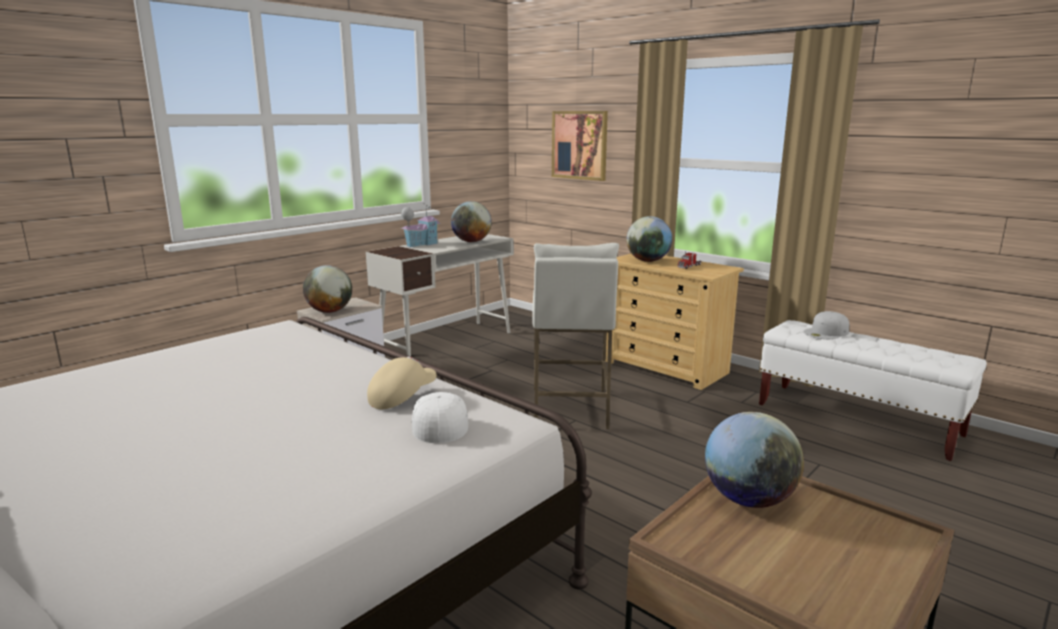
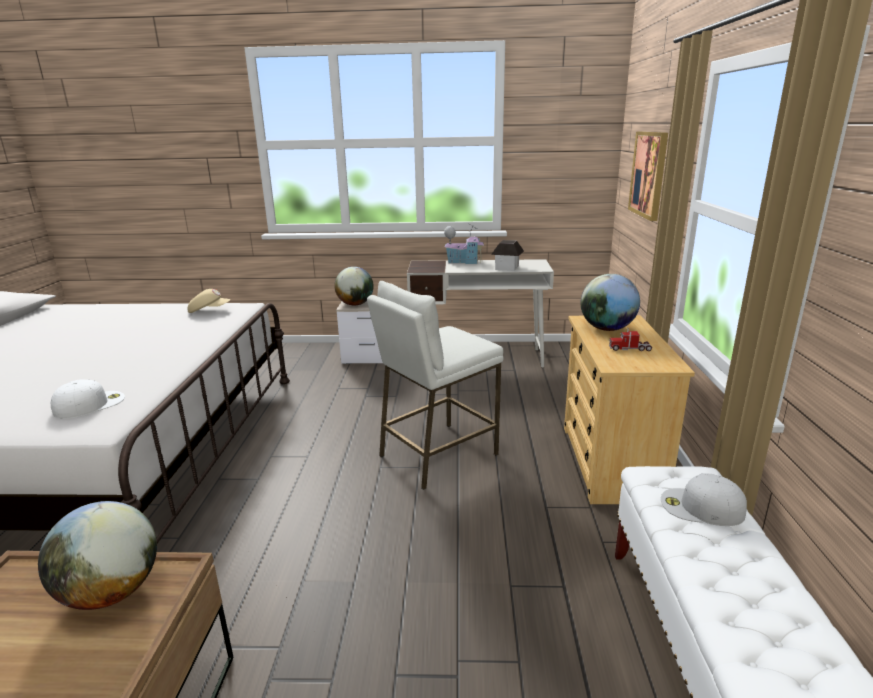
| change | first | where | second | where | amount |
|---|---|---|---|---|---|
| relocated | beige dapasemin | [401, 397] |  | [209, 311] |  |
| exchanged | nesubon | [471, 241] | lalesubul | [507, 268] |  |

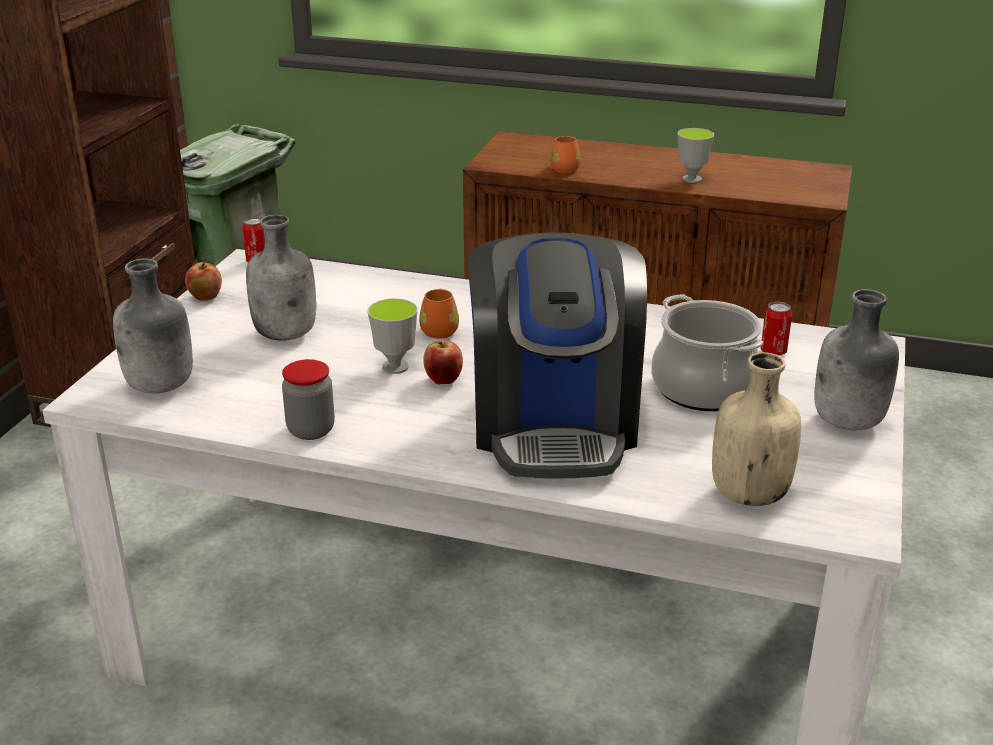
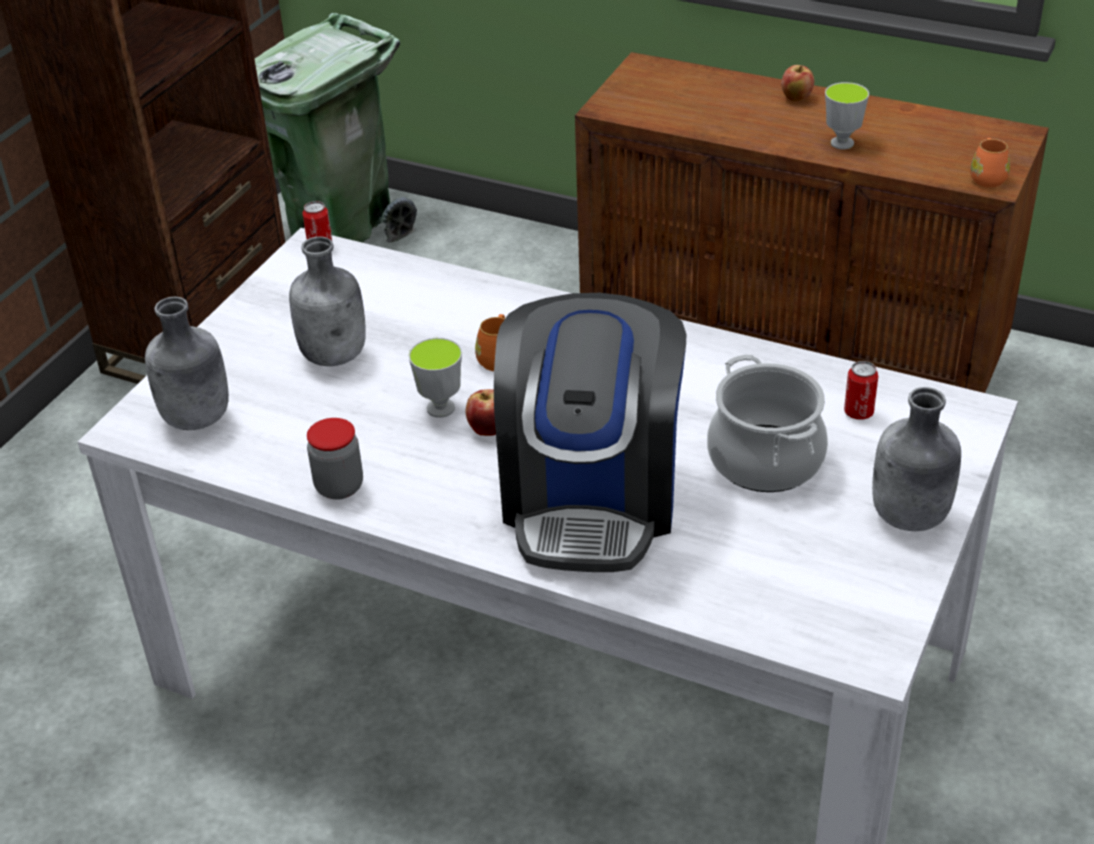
| change | first | where | second | where | amount |
|---|---|---|---|---|---|
| relocated | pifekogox | [205, 298] |  | [796, 98] |  |
| relocated | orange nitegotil | [564, 167] |  | [987, 177] |  |
| missing | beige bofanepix | [748, 493] |  |  |  |

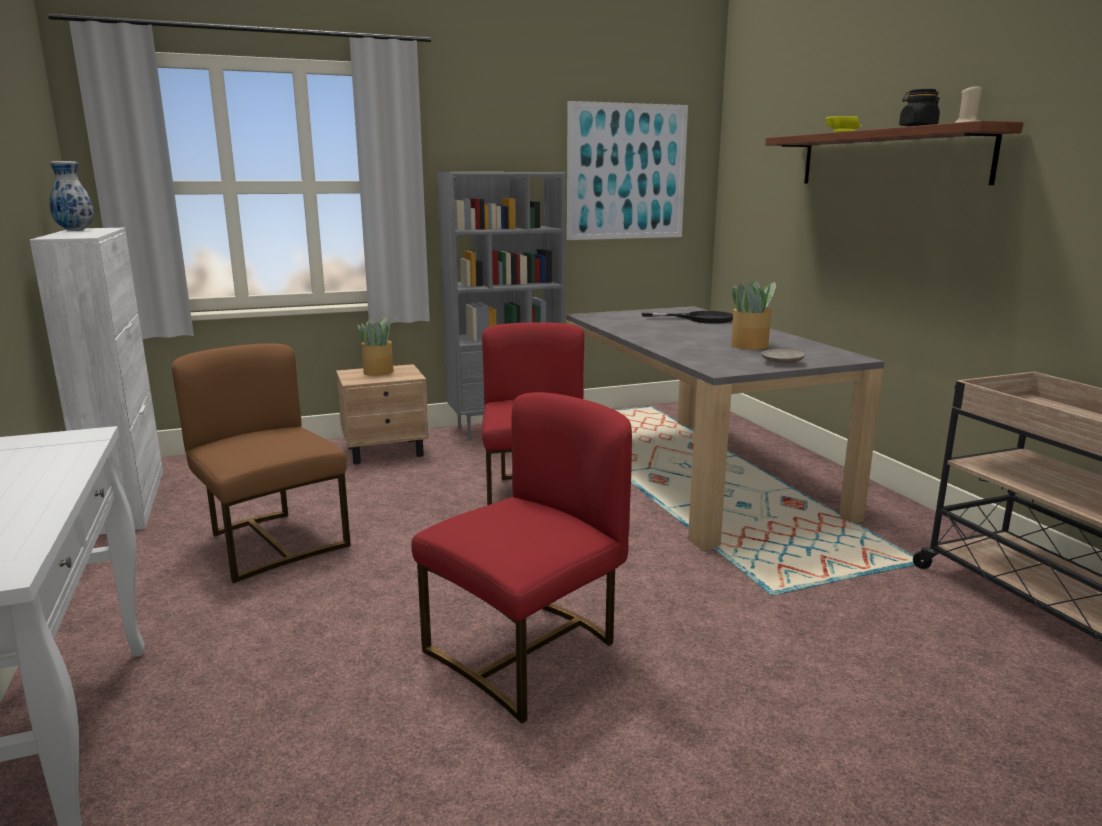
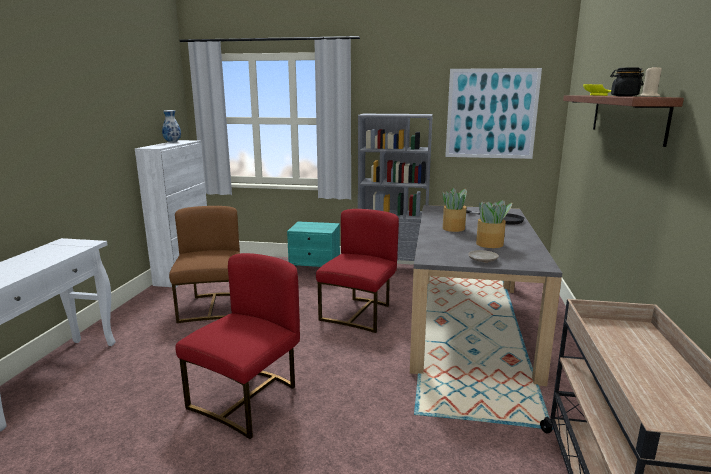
| change | first | where | second | where | amount |
|---|---|---|---|---|---|
| spun | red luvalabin | [528, 652] |  | [248, 399] | 45 degrees counterclockwise |
| colour | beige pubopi | [386, 451] | turquoise pubopi | [315, 270] |  |
| relocated | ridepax | [379, 371] |  | [454, 228] |  |

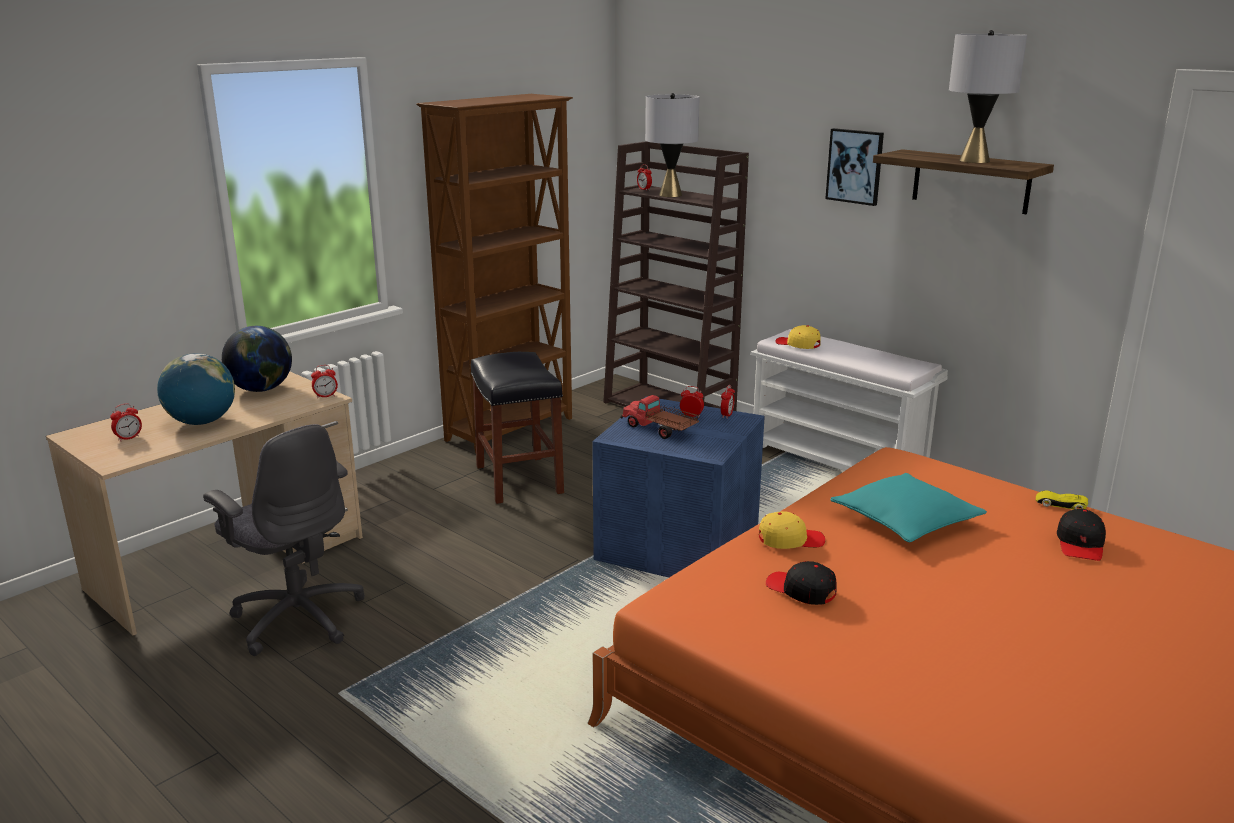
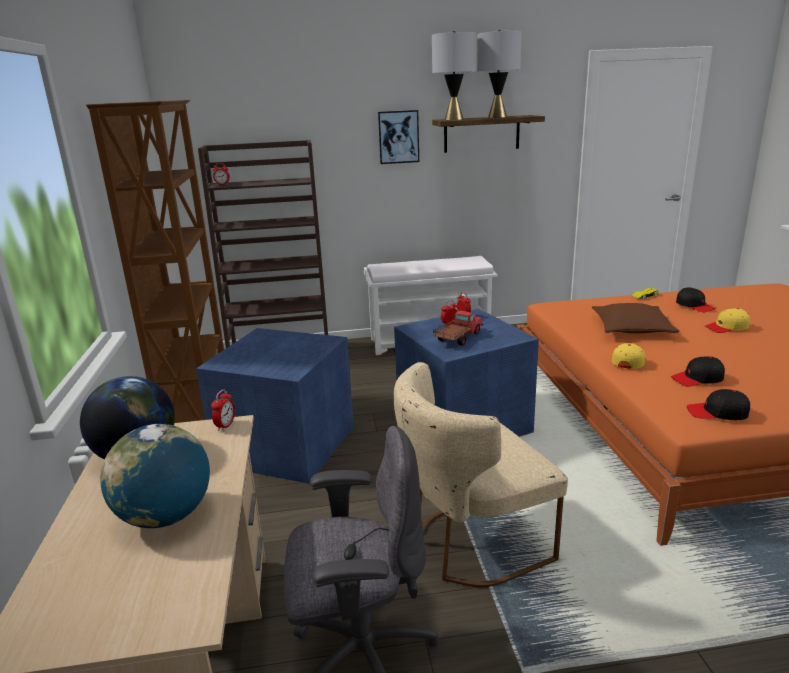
| change | first | where | second | where | amount |
|---|---|---|---|---|---|
| exchanged | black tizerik | [518, 479] | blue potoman | [284, 446] |  |
| appeared |  |  | beige luvalabin | [471, 544] |  |
| relocated | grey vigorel | [670, 195] |  | [453, 119] |  |
| spun | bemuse | [659, 429] |  | [458, 338] | 135 degrees clockwise |
| colour | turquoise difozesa | [905, 521] | brown difozesa | [631, 329] |  |
| appeared |  |  | black dapasemin | [717, 413] |  |
| relocated | yellow dapasemin | [798, 344] |  | [727, 327] |  |
| missing | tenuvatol | [129, 438] |  |  |  |

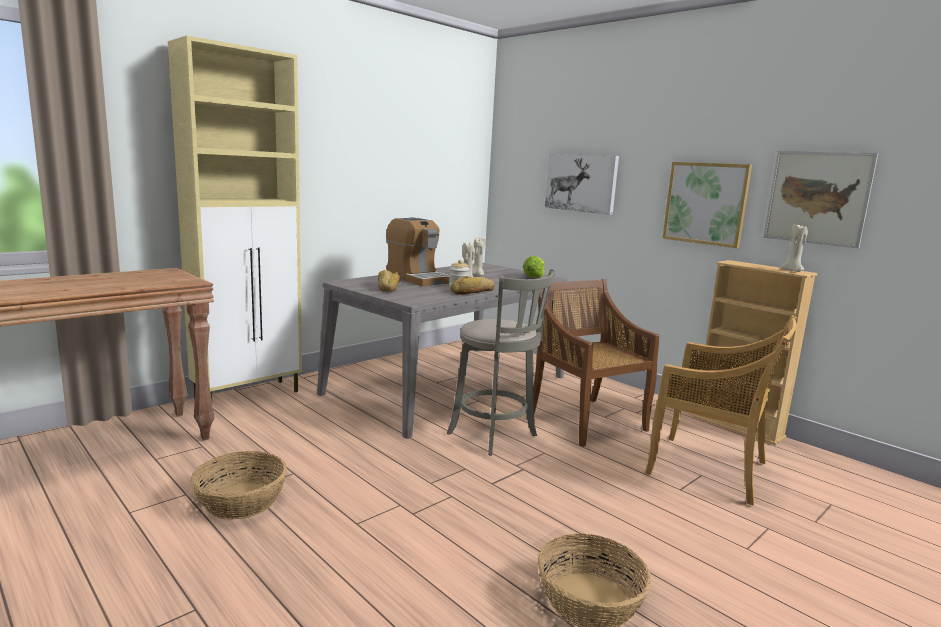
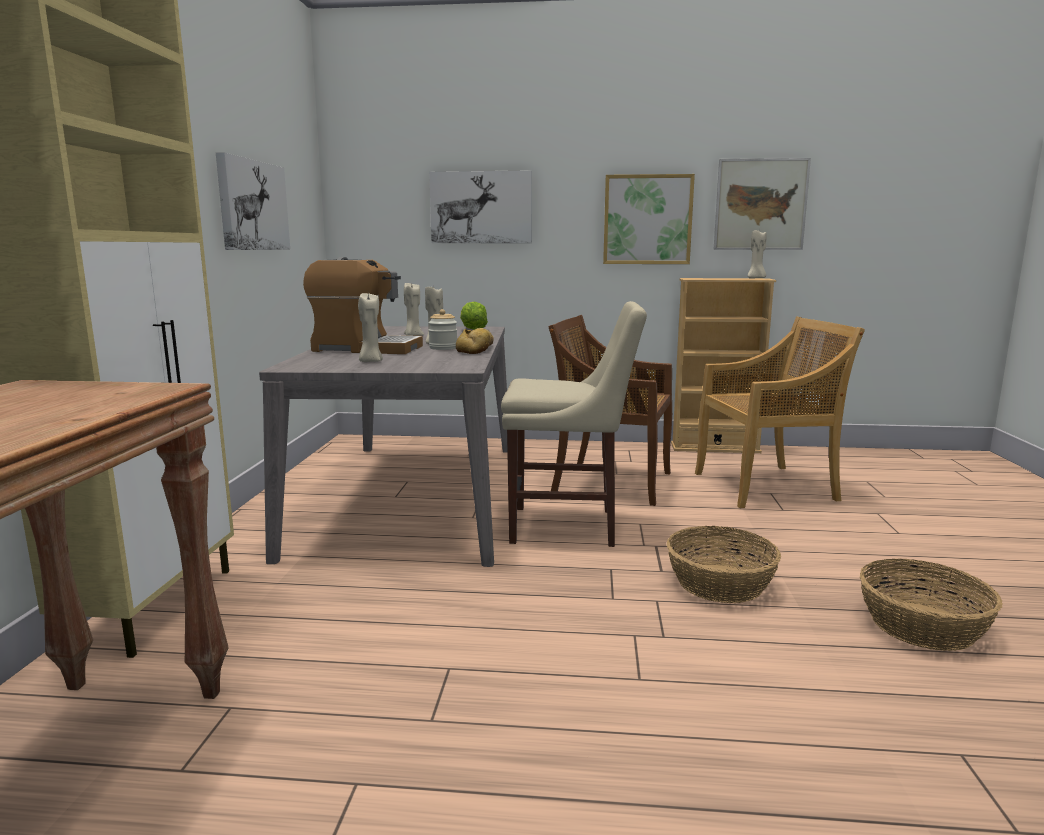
| change | first | where | second | where | amount |
|---|---|---|---|---|---|
| appeared |  |  | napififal | [252, 205] |  |
| exchanged | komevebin | [387, 287] | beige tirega | [370, 361] |  |
| exchanged | grey tizerik | [495, 436] | beige luvalabin | [570, 526] |  |
| relocated | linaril | [242, 500] |  | [720, 583] |  |

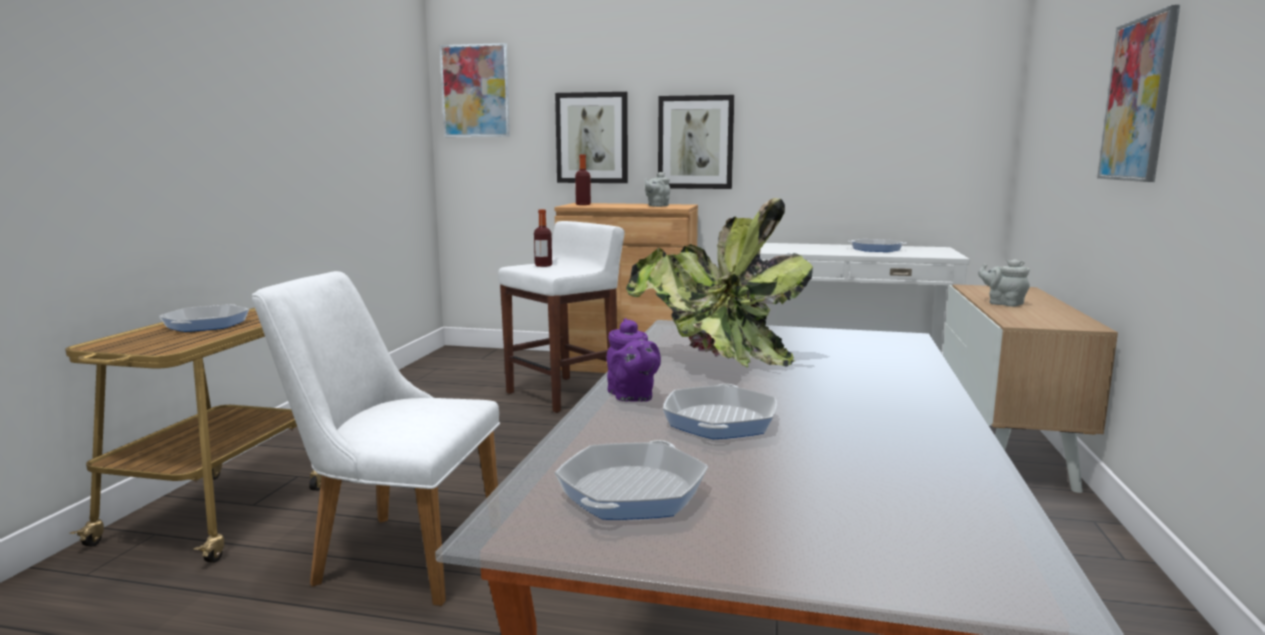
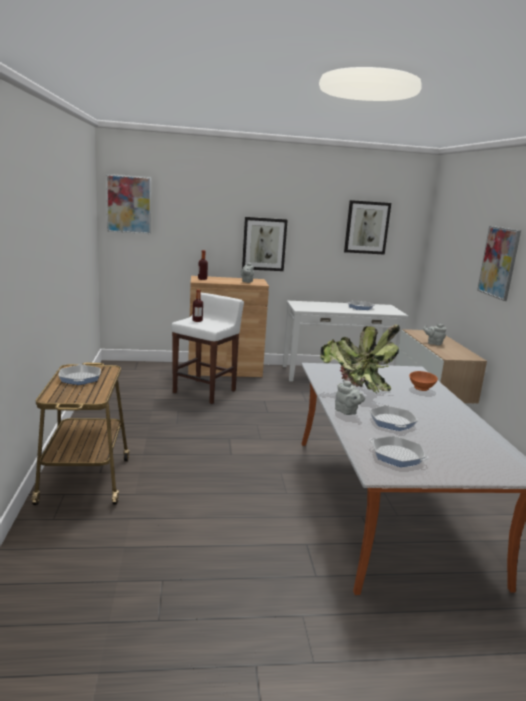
| change | first | where | second | where | amount |
|---|---|---|---|---|---|
| colour | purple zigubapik | [631, 397] | grey zigubapik | [347, 412] |  |
| relocated | napififal | [592, 138] |  | [367, 227] |  |
| spun | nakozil | [632, 491] |  | [397, 455] | 60 degrees counterclockwise |
| appeared |  |  | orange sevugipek | [421, 388] |  |
| missing | white luvalabin | [393, 552] |  |  |  |

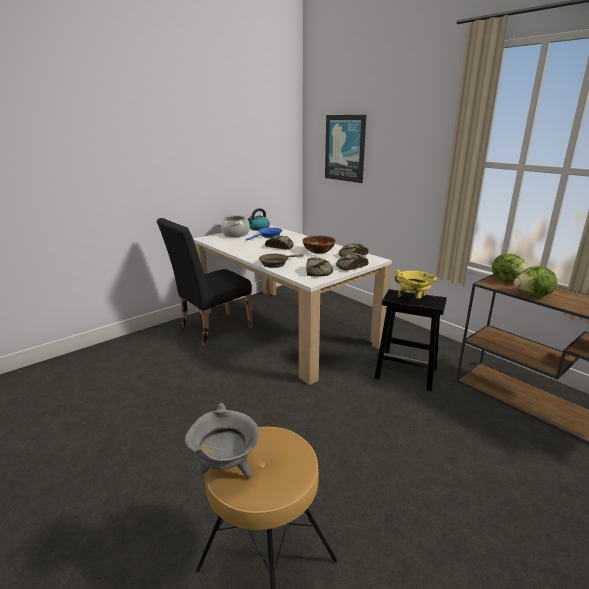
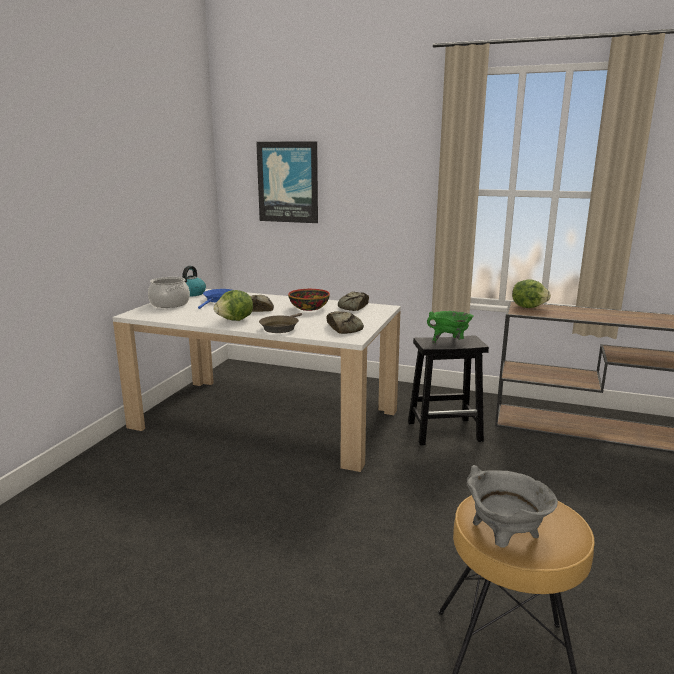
| change | first | where | second | where | amount |
|---|---|---|---|---|---|
| relocated | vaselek | [533, 295] |  | [235, 320] |  |
| colour | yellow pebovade | [413, 299] | green pebovade | [449, 342] |  |
| missing | black luvalabin | [212, 330] |  |  |  |
| missing | komevebin | [350, 266] |  |  |  |

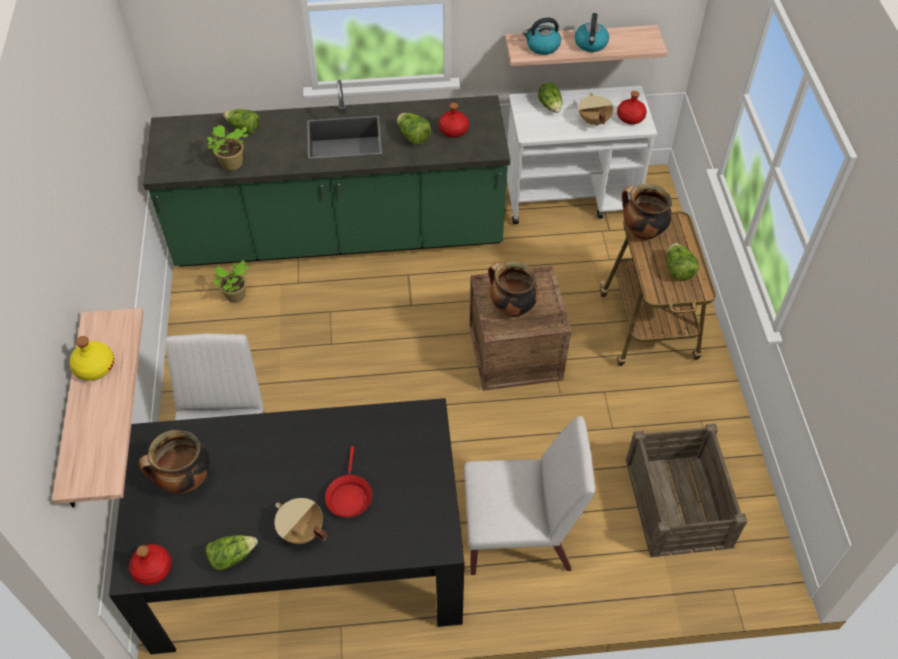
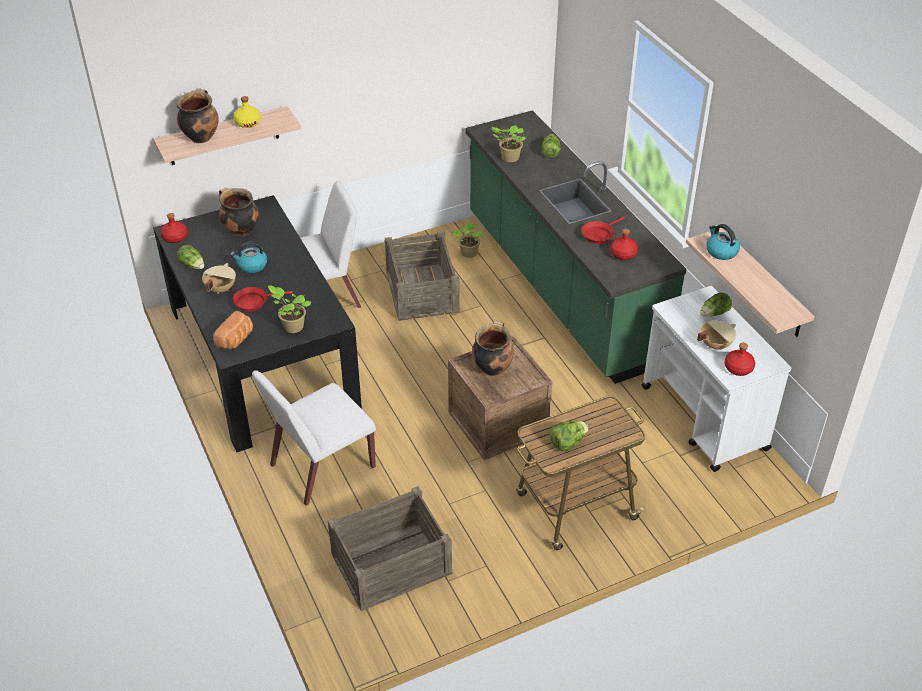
| change | first | where | second | where | amount |
|---|---|---|---|---|---|
| relocated | pebovade | [641, 231] |  | [201, 137] |  |
| appeared |  |  | komevebin | [236, 339] |  |
| relocated | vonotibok | [591, 44] |  | [251, 265] |  |
| spun | white luvalabin | [519, 535] |  | [321, 467] | 75 degrees clockwise |
| appeared |  |  | ridepax | [292, 326] |  |
| appeared |  |  | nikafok | [422, 290] |  |
| exchanged | vaselek | [413, 137] | red nakozil | [599, 235] |  |

